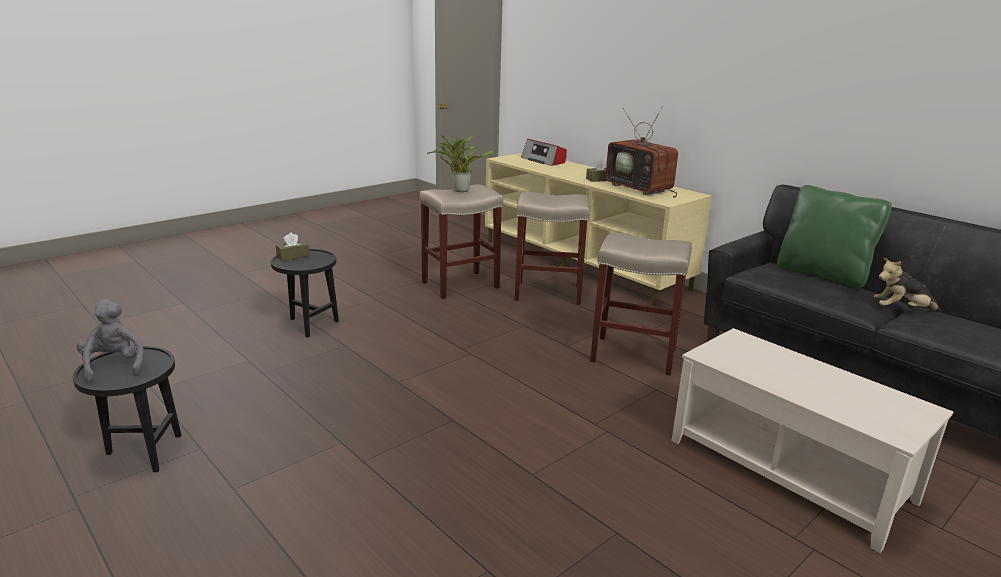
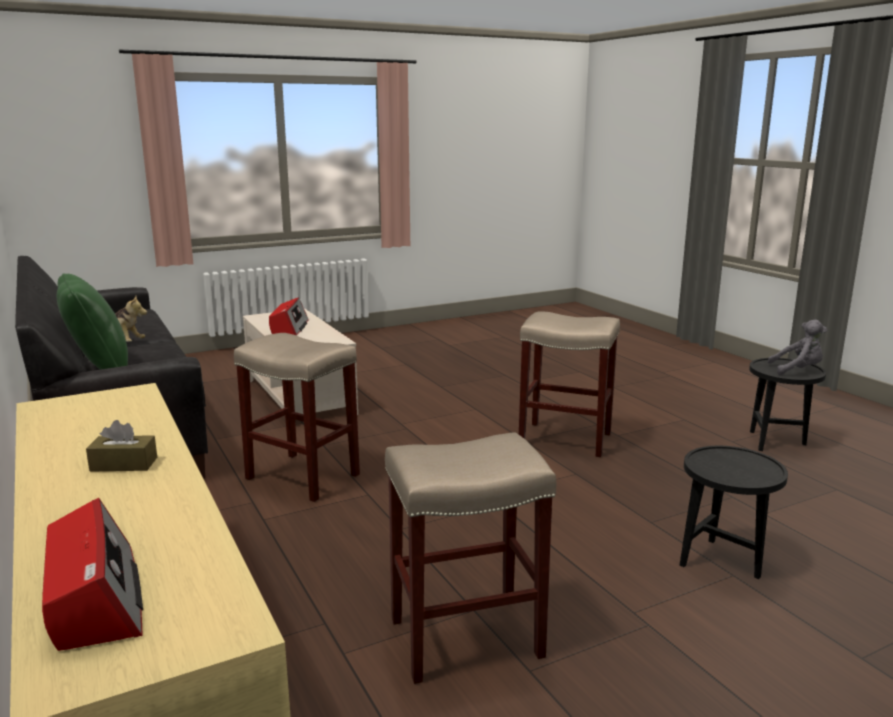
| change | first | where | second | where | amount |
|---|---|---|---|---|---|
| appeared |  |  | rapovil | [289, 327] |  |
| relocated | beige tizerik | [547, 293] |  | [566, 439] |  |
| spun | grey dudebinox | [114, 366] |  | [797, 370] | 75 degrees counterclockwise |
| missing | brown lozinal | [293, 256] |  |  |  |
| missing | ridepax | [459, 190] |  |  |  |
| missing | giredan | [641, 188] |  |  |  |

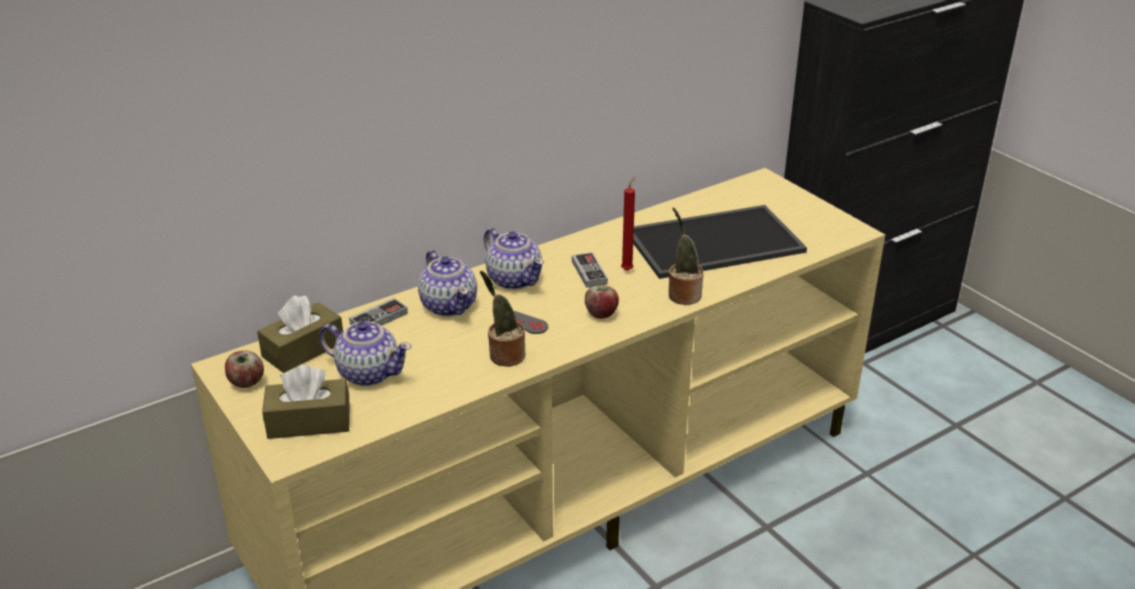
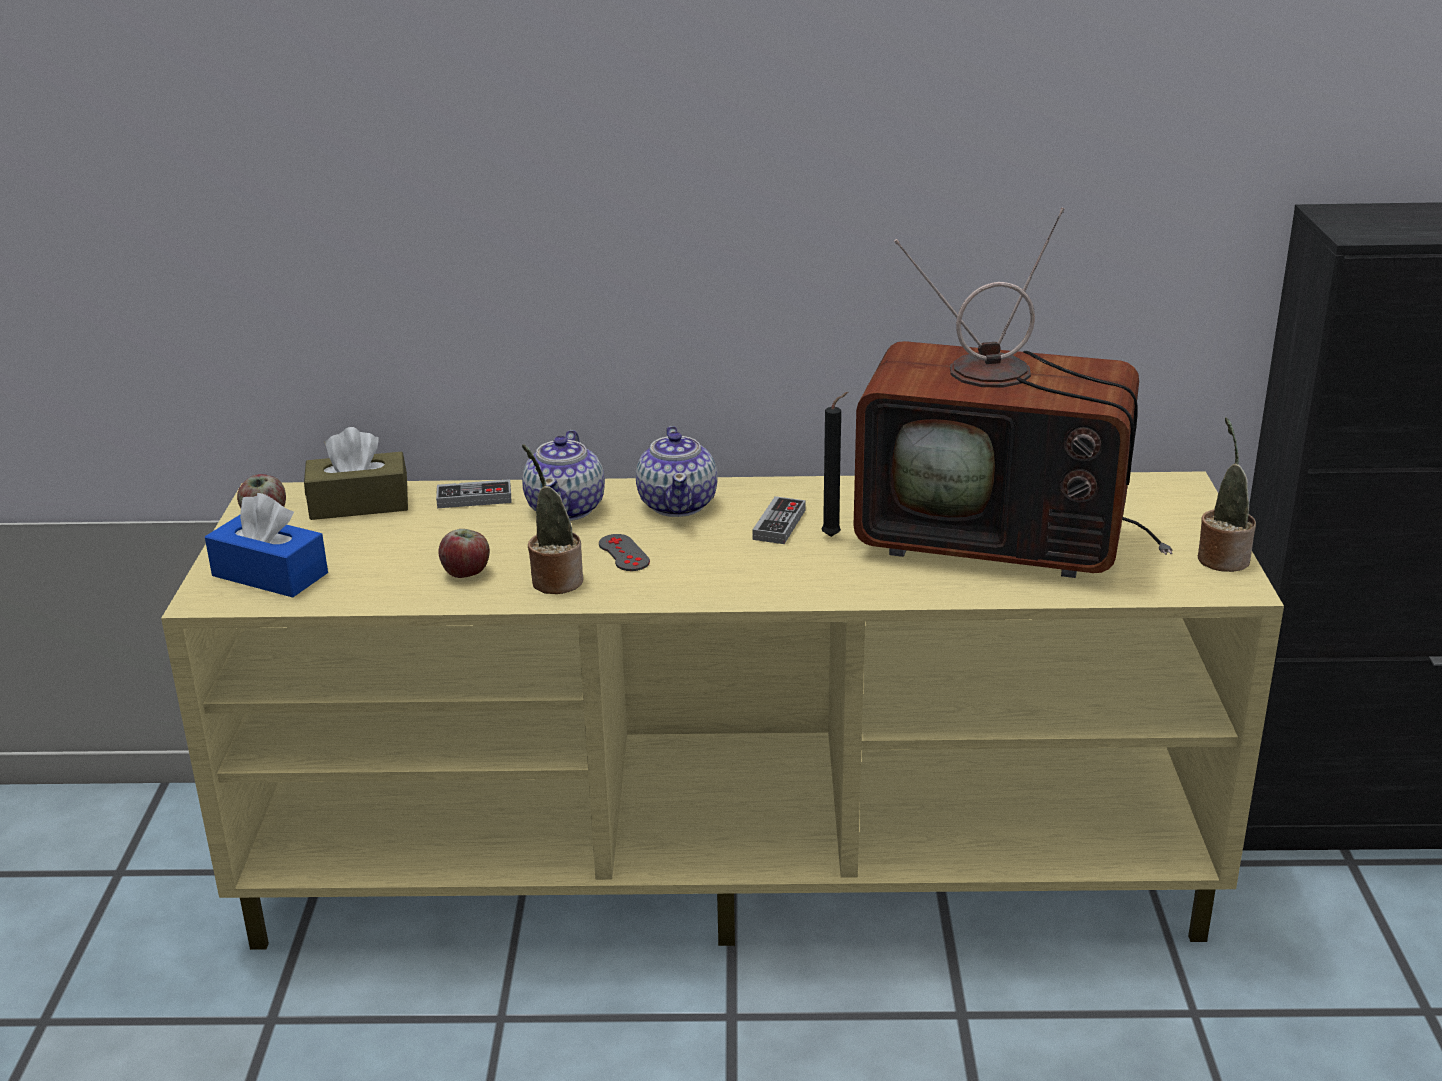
| change | first | where | second | where | amount |
|---|---|---|---|---|---|
| colour | brown lozinal | [309, 422] | blue lozinal | [270, 574] |  |
| relocated | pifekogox | [601, 314] |  | [466, 573] |  |
| colour | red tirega | [628, 269] | black tirega | [834, 536] |  |
| exchanged | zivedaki | [714, 241] | giredan | [1000, 538] |  |
| relocated | ridepax | [683, 294] |  | [1221, 557] |  |
| missing | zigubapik | [368, 373] |  |  |  |

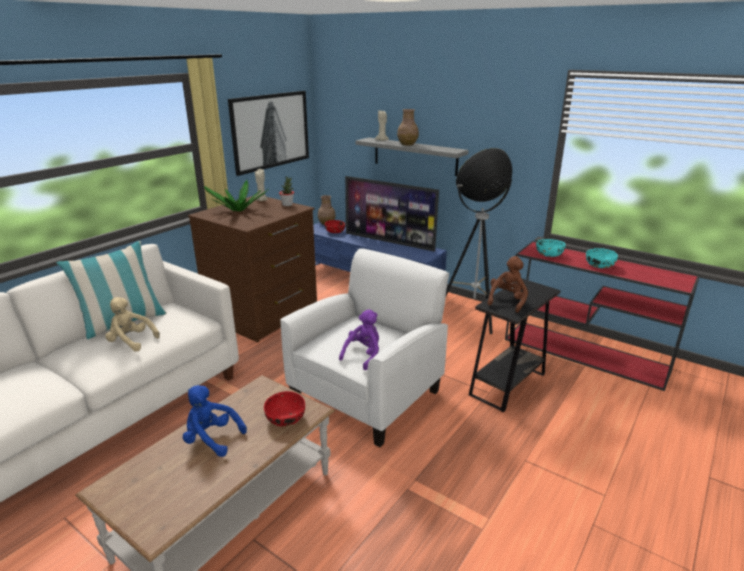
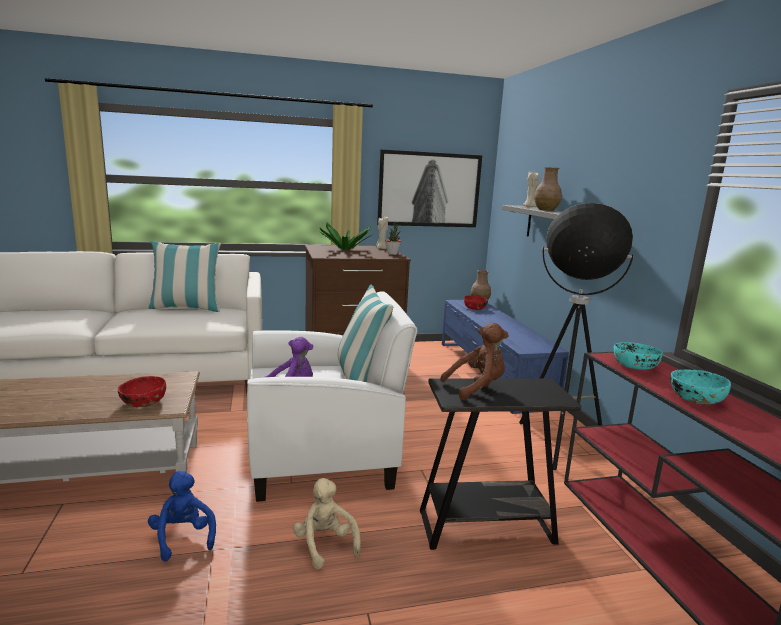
| change | first | where | second | where | amount |
|---|---|---|---|---|---|
| relocated | blue dudebinox | [211, 439] |  | [183, 537] |  |
| relocated | beige dudebinox | [131, 341] |  | [325, 544] |  |
| appeared |  |  | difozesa | [360, 379] |  |
| missing | giredan | [389, 242] |  |  |  |

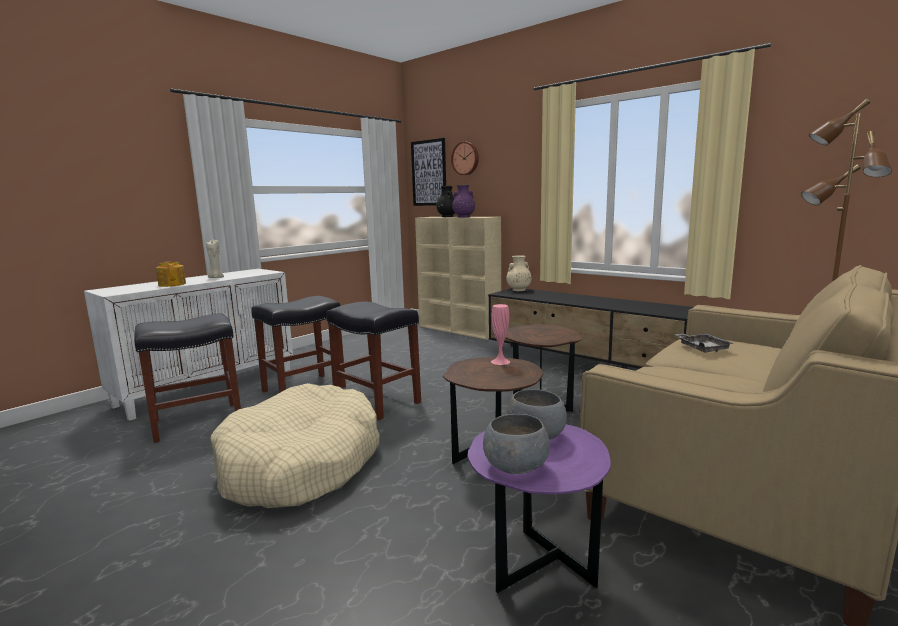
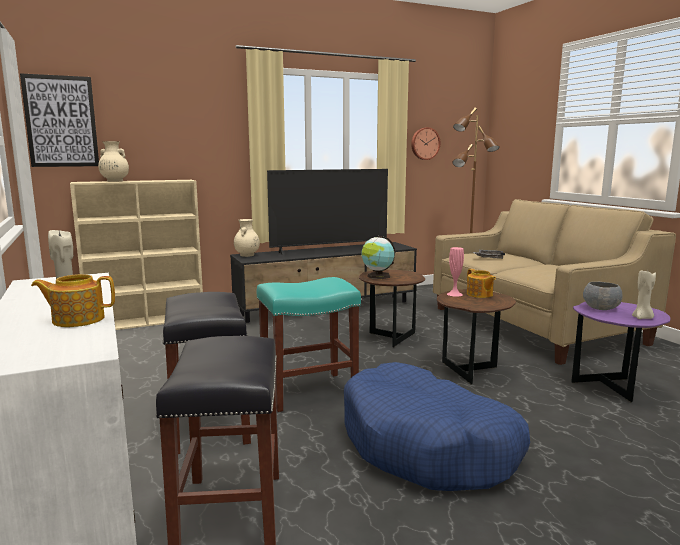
| change | first | where | second | where | amount |
|---|---|---|---|---|---|
| colour | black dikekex | [447, 216] | beige dikekex | [114, 181] |  |
| colour | black tizerik | [376, 401] | turquoise tizerik | [307, 392] |  |
| appeared |  |  | giredan | [329, 250] |  |
| colour | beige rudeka | [301, 464] | blue rudeka | [428, 446] |  |
| appeared |  |  | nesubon | [377, 276] |  |
| relocated | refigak | [465, 158] |  | [424, 143] |  |
| appeared |  |  | zigubapik | [479, 294] |  |
| exchanged | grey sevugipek | [515, 466] | beige tirega | [642, 318] |  |
| missing | purple dikekex | [463, 217] |  |  |  |

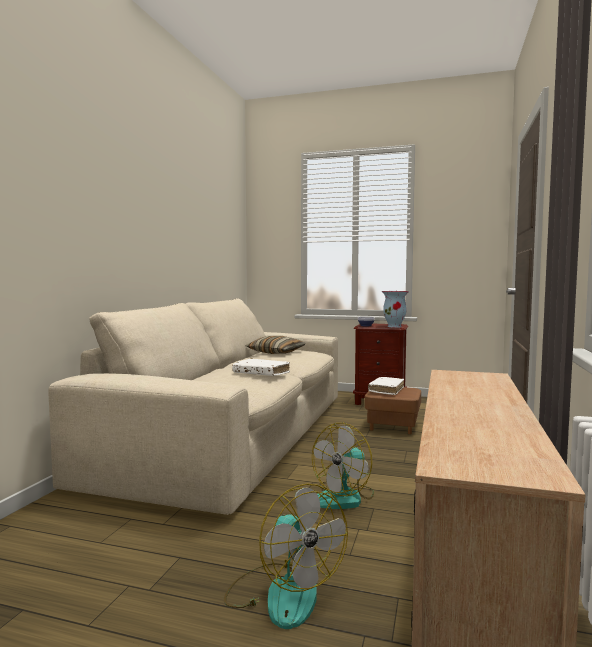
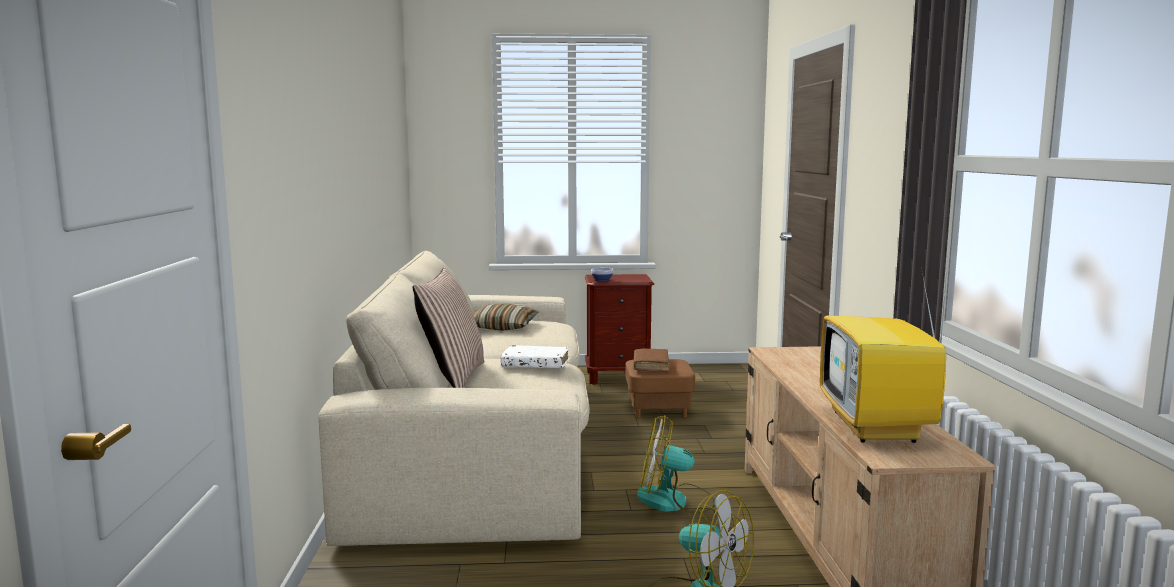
| change | first | where | second | where | amount |
|---|---|---|---|---|---|
| appeared |  |  | difozesa | [452, 377] |  |
| colour | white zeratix | [386, 390] | brown zeratix | [651, 366] |  |
| spun | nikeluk | [344, 497] |  | [674, 501] | 75 degrees clockwise |
| appeared |  |  | giredan | [877, 427] |  |
| missing | dikekex | [395, 326] |  |  |  |

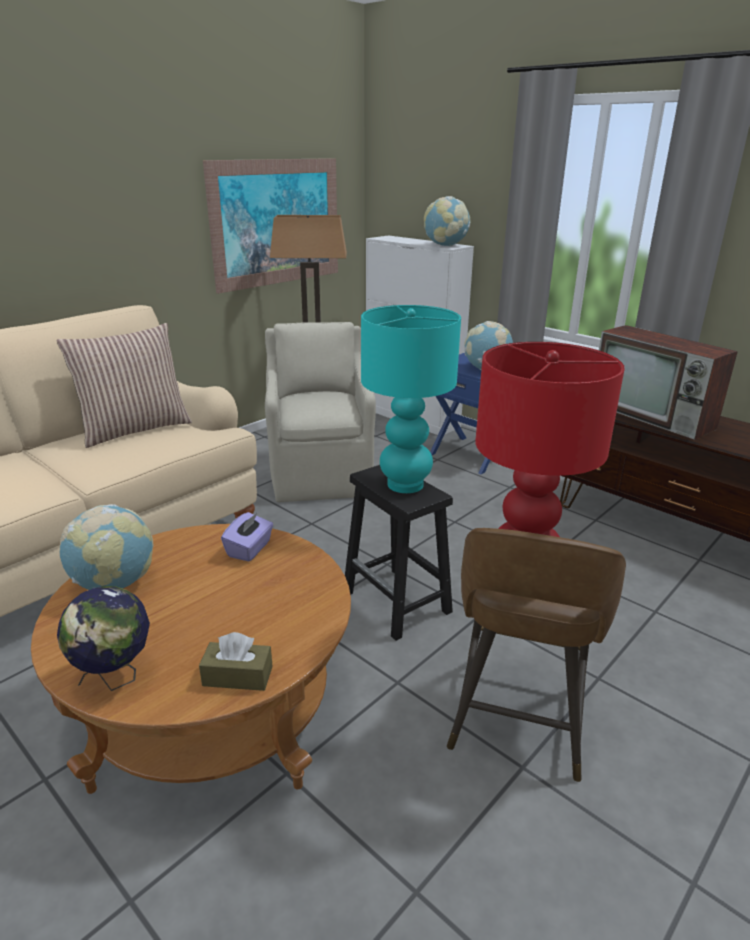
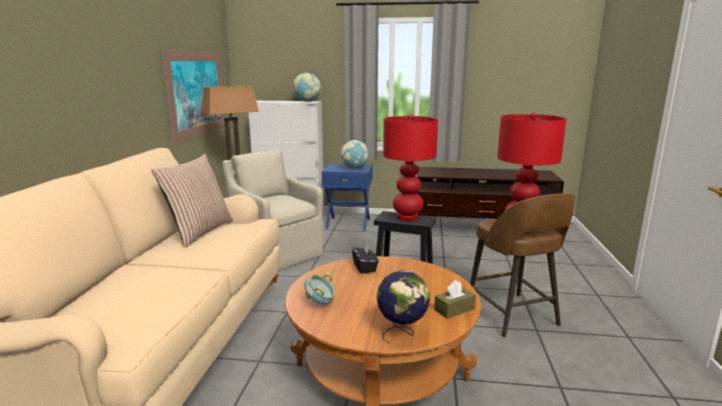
| change | first | where | second | where | amount |
|---|---|---|---|---|---|
| exchanged | nesubon | [114, 583] | sevugipek | [320, 303] |  |
| colour | purple lozinal | [249, 549] | black lozinal | [365, 267] |  |
| colour | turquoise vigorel | [405, 484] | red vigorel | [407, 217] |  |
| missing | giredan | [653, 416] |  |  |  |

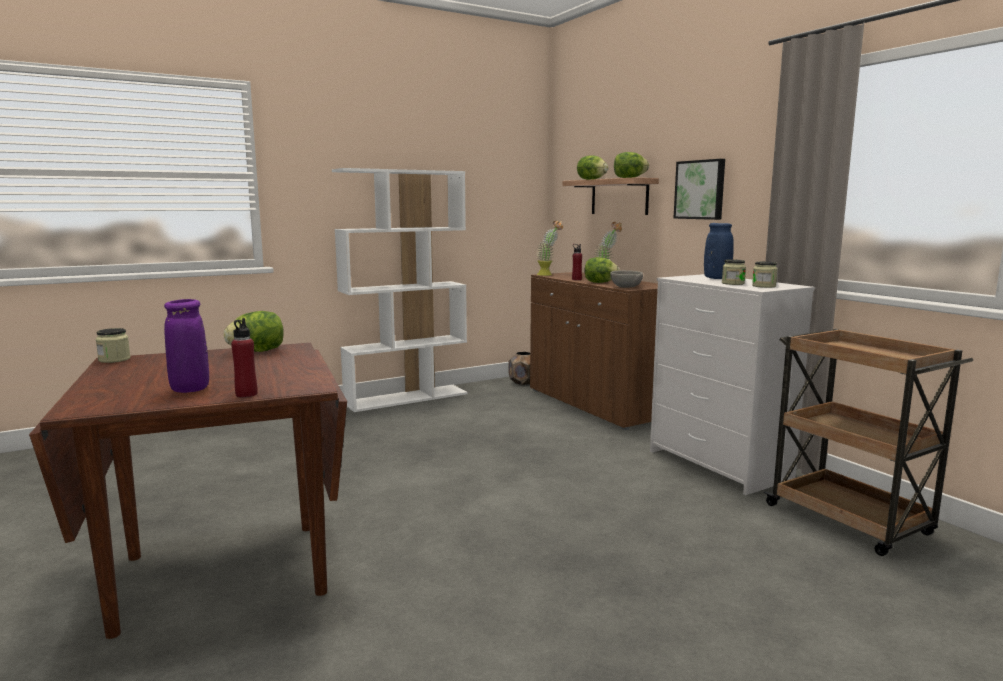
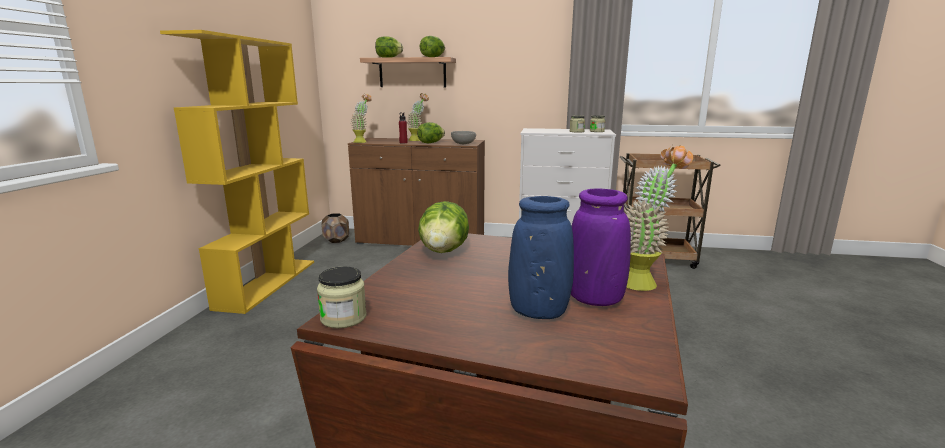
| change | first | where | second | where | amount |
|---|---|---|---|---|---|
| colour | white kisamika | [407, 398] | yellow kisamika | [267, 283] |  |
| relocated | blue dikekex | [717, 278] |  | [538, 312] |  |
| exchanged | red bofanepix | [246, 394] | ridepax | [644, 281] |  |
| missing | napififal | [700, 189] |  |  |  |

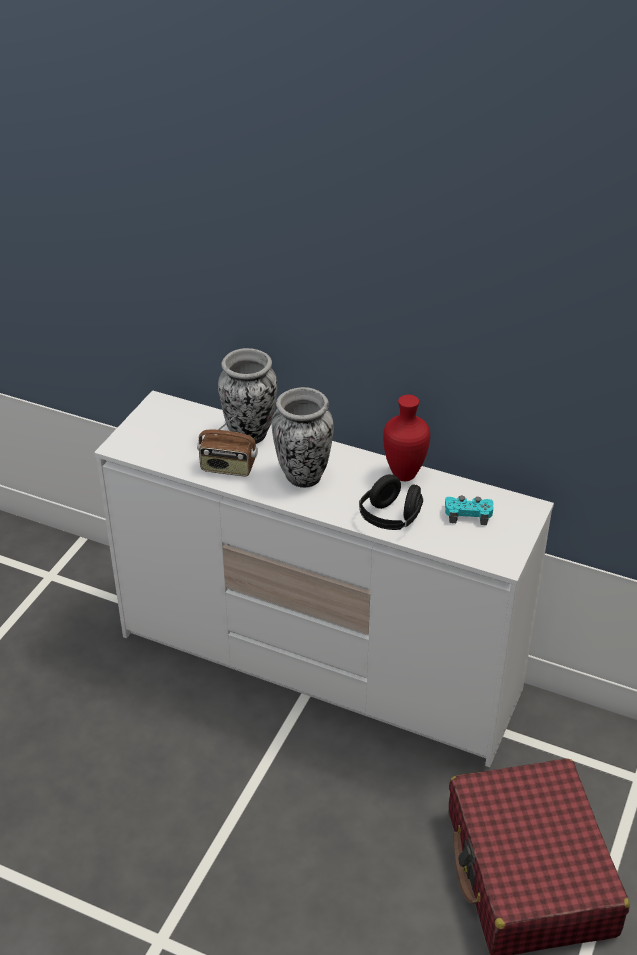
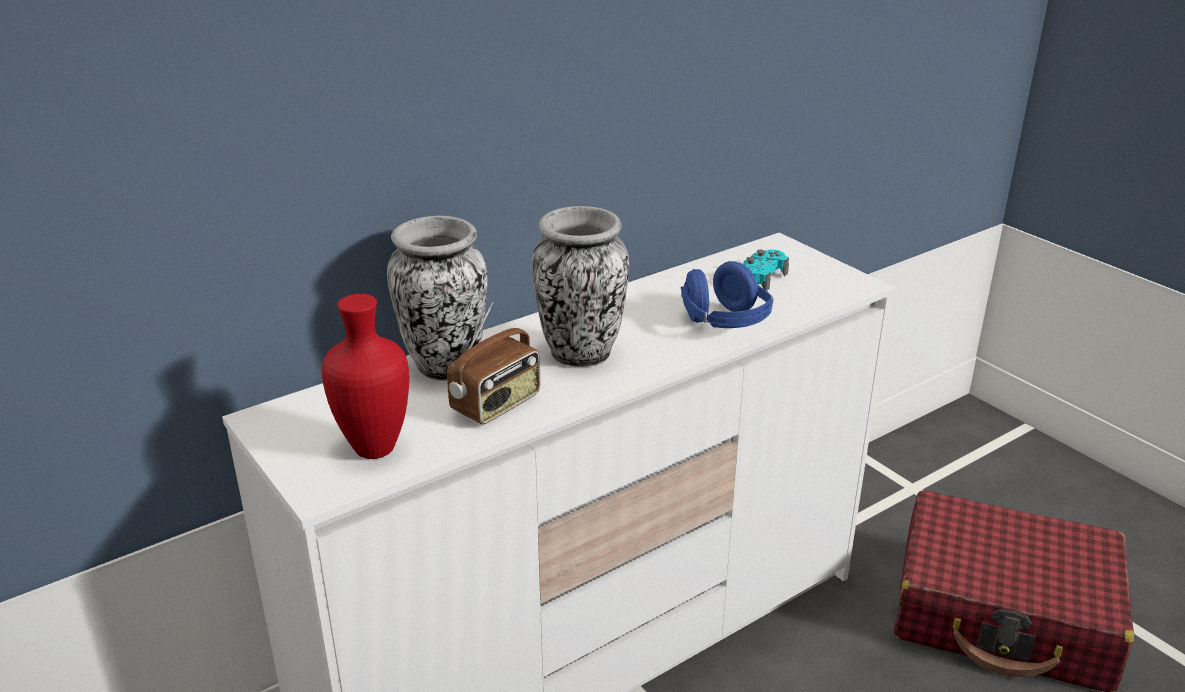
| change | first | where | second | where | amount |
|---|---|---|---|---|---|
| relocated | red dikekex | [403, 474] |  | [372, 449] |  |
| colour | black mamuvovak | [390, 519] | blue mamuvovak | [725, 323] |  |

